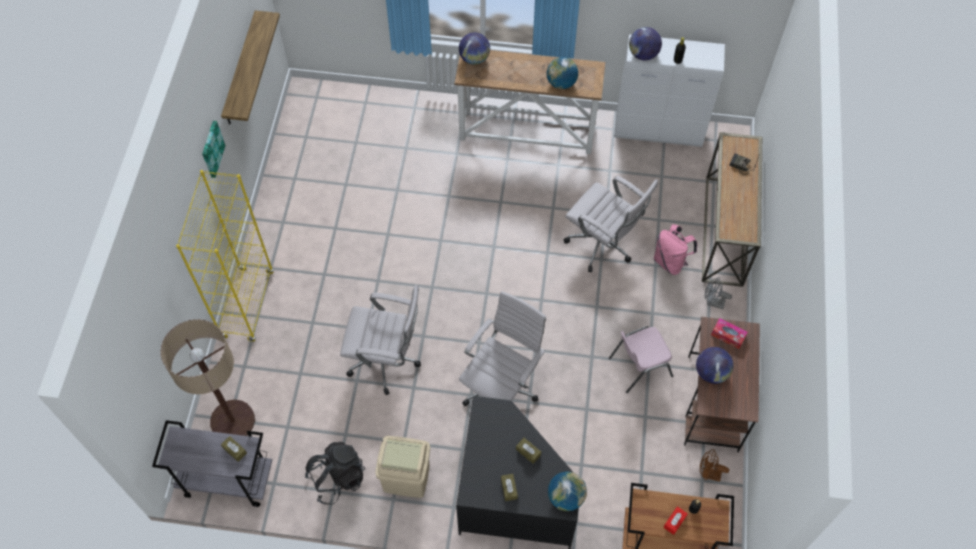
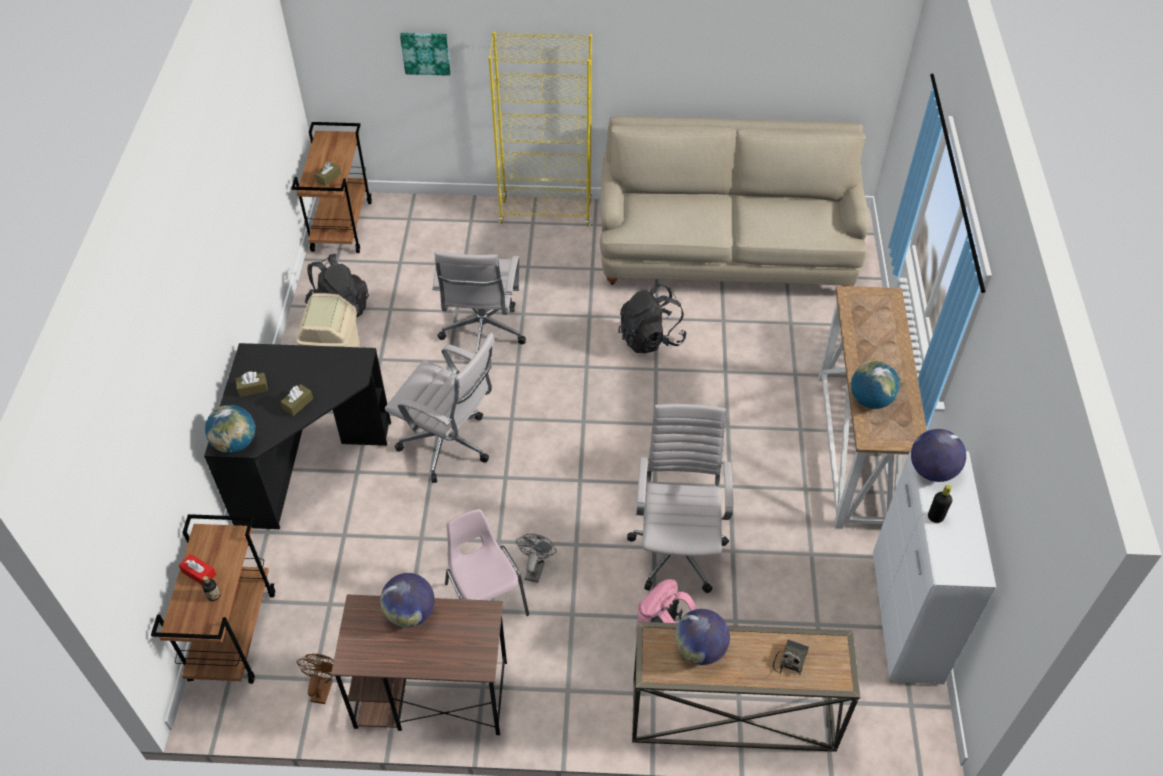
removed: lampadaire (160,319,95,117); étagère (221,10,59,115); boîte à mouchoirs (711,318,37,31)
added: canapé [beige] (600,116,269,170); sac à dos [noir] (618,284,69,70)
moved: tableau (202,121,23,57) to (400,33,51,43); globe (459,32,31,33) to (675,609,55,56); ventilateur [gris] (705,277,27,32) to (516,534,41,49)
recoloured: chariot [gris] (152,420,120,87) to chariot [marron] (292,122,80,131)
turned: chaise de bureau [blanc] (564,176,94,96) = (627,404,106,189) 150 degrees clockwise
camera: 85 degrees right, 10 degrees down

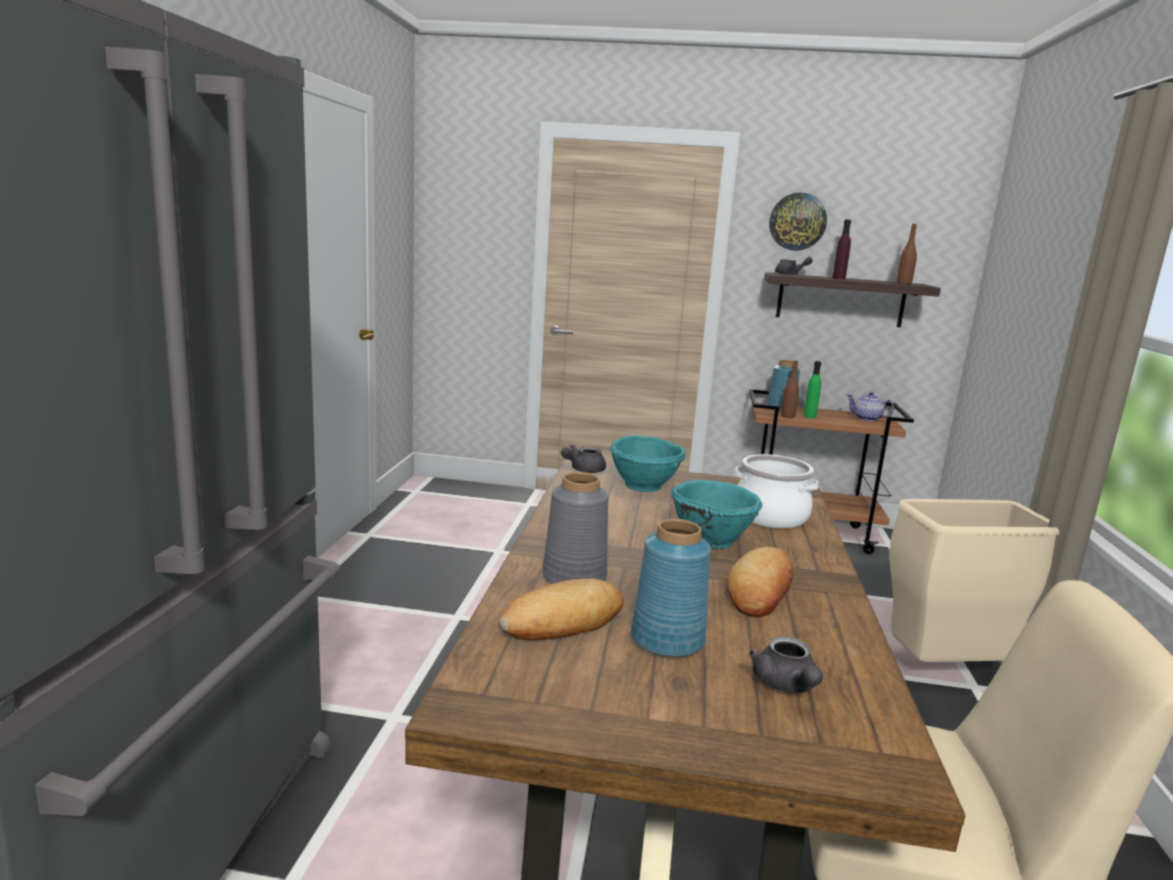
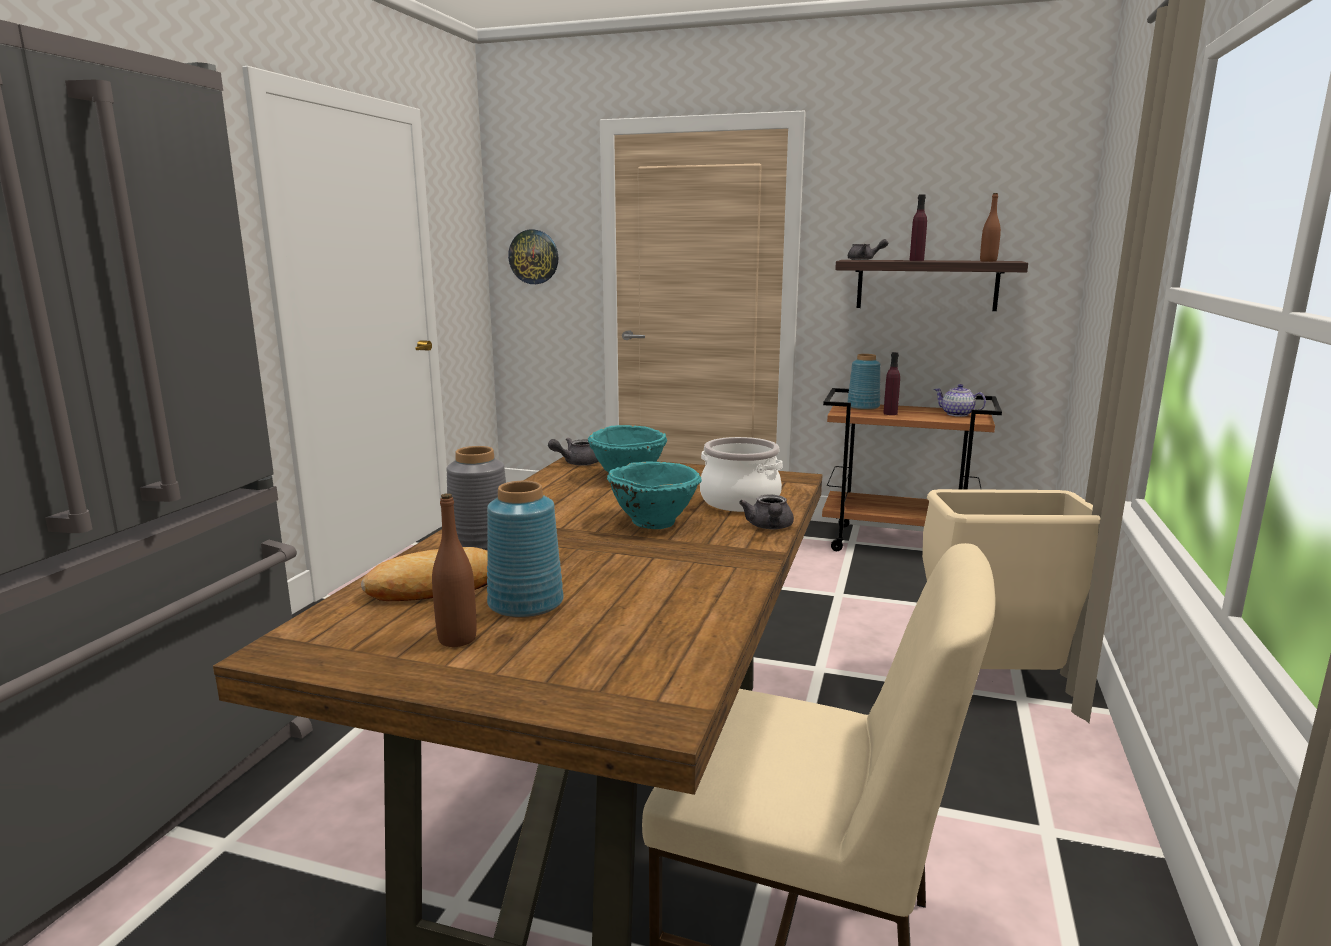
removed: pain (727,547,66,70)
moved: théière [gris] (749,636,74,57) to (739,494,55,35); horloge murale (769,193,58,58) to (508,230,50,54); bouteille [marron] (781,361,18,57) to (432,493,45,154)
recoloured: bouteille [vert] (803,361,18,57) to bouteille [violet] (883,352,17,63)
camera: 10 degrees right, 0 degrees up

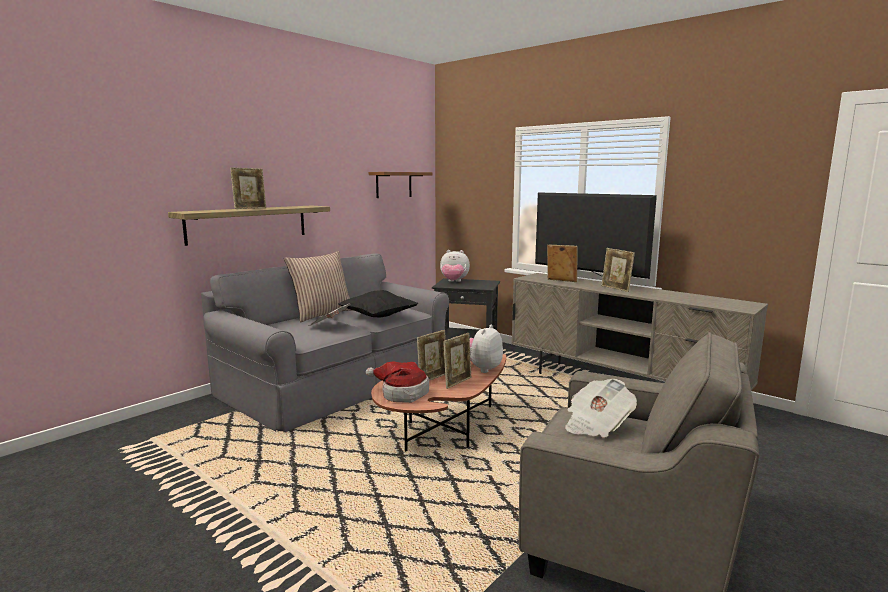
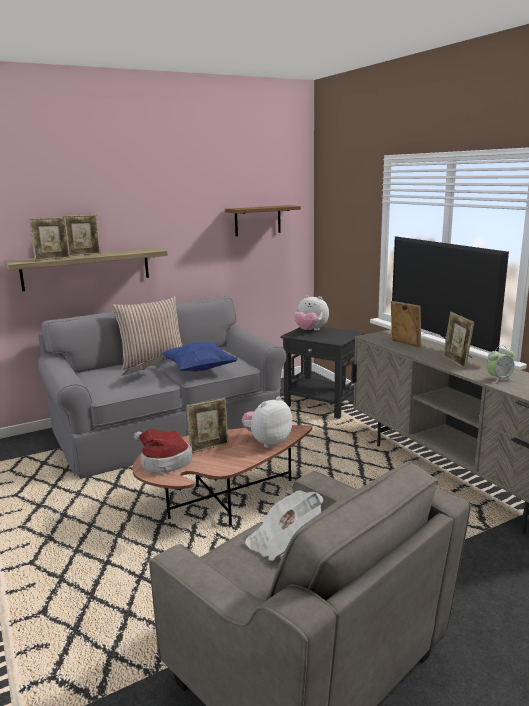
added: réveil (487,346,28,37)
moved: cadre photo (443,333,28,56) to (29,217,41,44)
recoloured: coussin [noir] (338,290,80,28) to coussin [bleu] (161,342,77,30)
camera: 20 degrees right, 5 degrees up

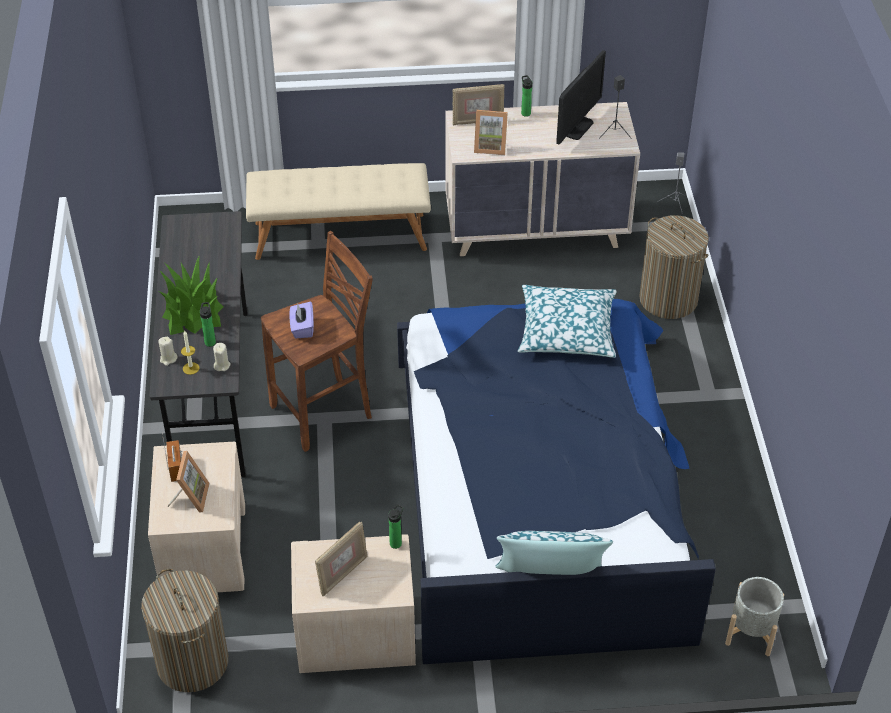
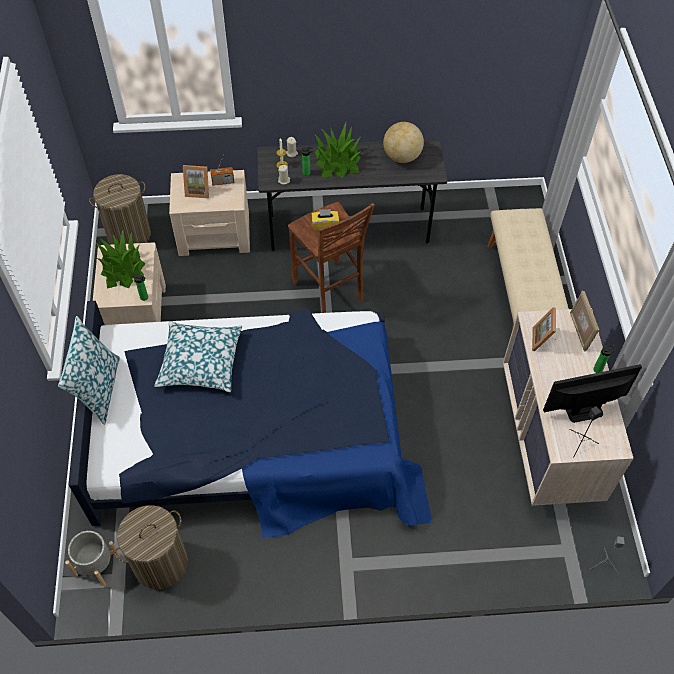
added: globe (383,122,41,41)
moved: coussin (518,285,99,73) to (154,321,88,71); panier à linge (639,215,70,104) to (115,505,73,84)
replaced: cadre photo (315,522,52,74) to plante en pot (96,230,50,59)
recoloured: boîte à mouchoirs [violet] (290,301,24,37) to boîte à mouchoirs [jaune] (312,209,27,22)
turned: écran d'ordinateur (556,50,50,94) = (543,364,99,59) 135 degrees clockwise
camera: 90 degrees right, 10 degrees up

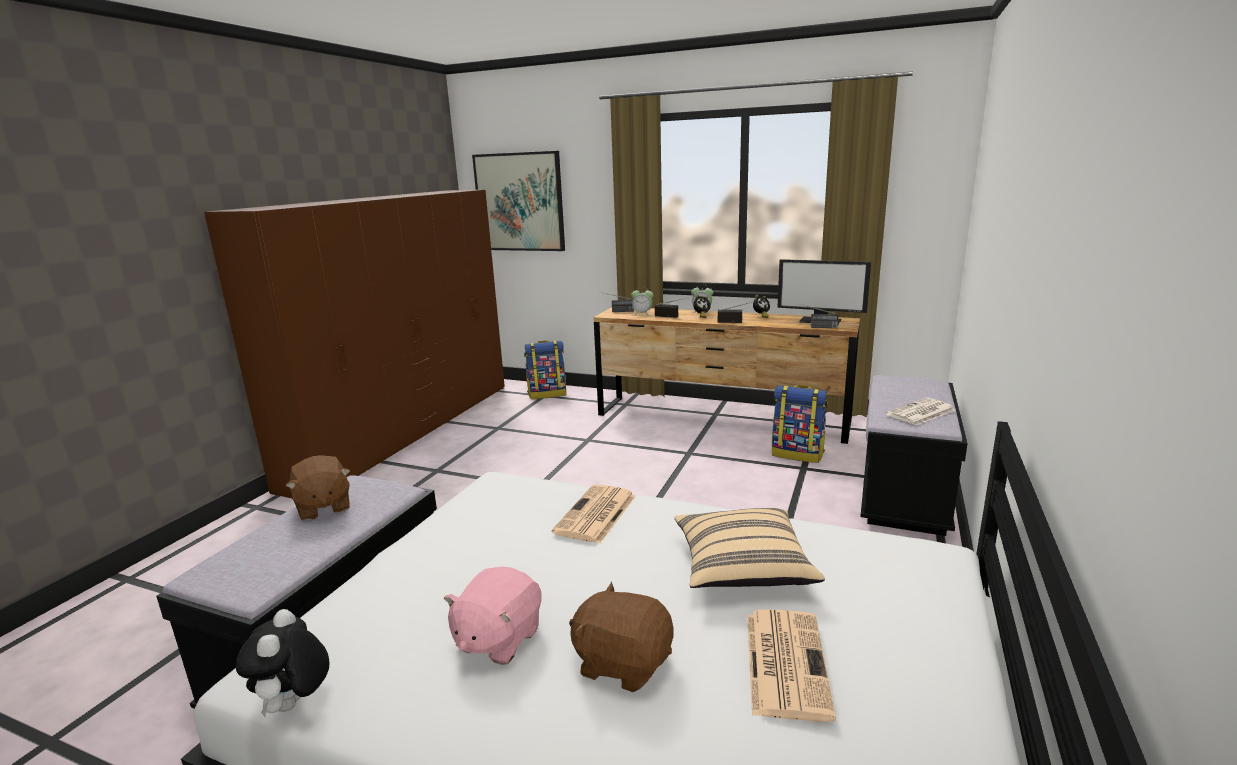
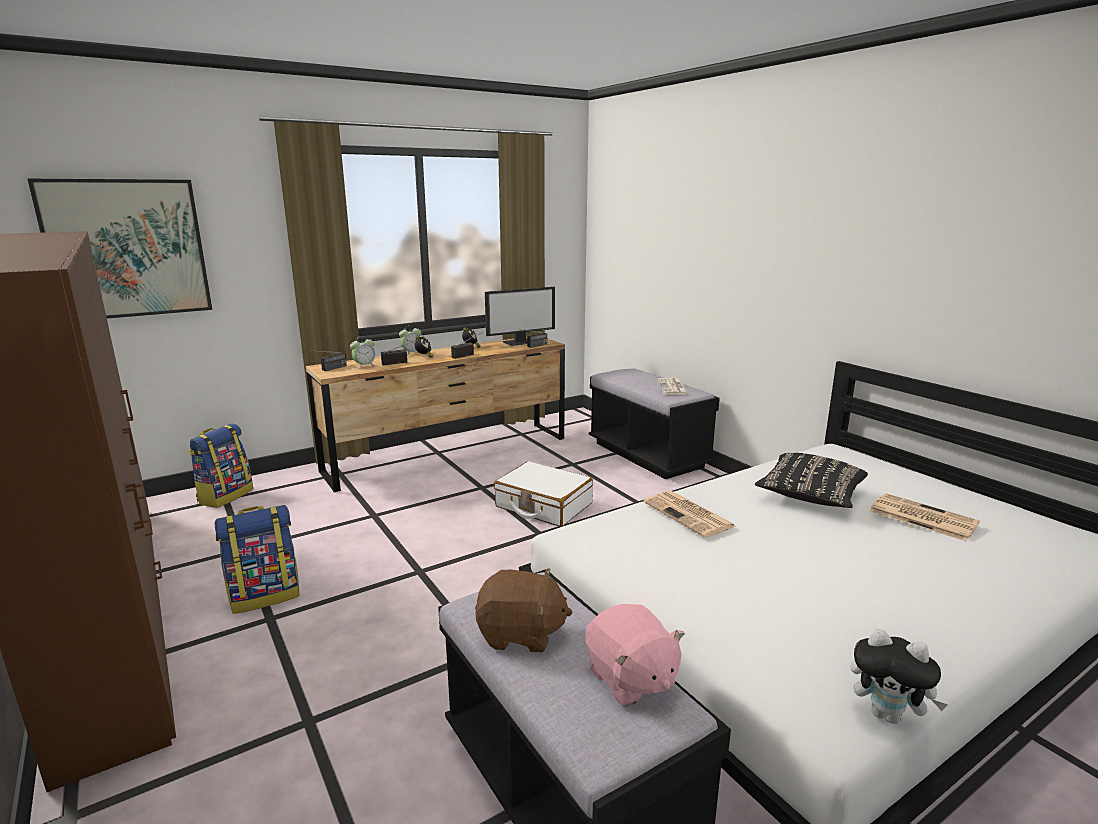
removed: peluche [marron] (569,582,105,110)
added: valise [blanc] (494,461,99,66)
moved: peluche [rose] (444,567,98,98) to (586,604,99,102); sac à dos (772,385,56,78) to (215,505,85,109)
recoloured: coussin [beige] (675,508,150,80) to coussin [noir] (755,453,113,55)
camera: 55 degrees left, 0 degrees up

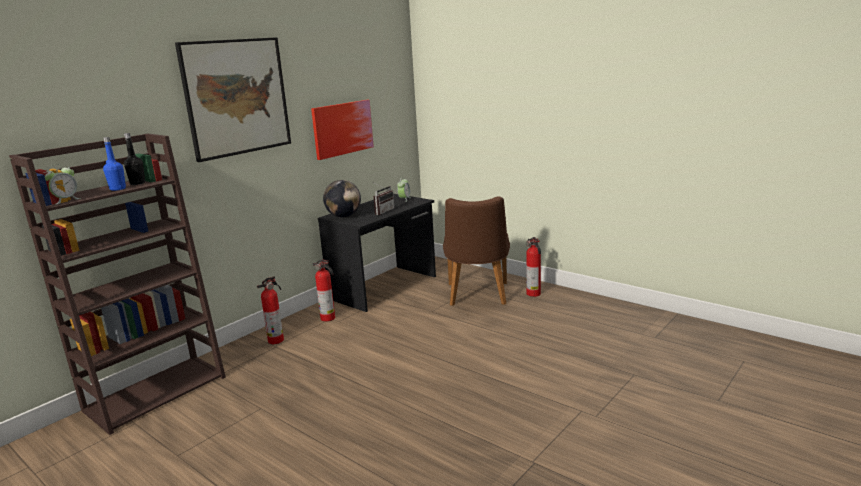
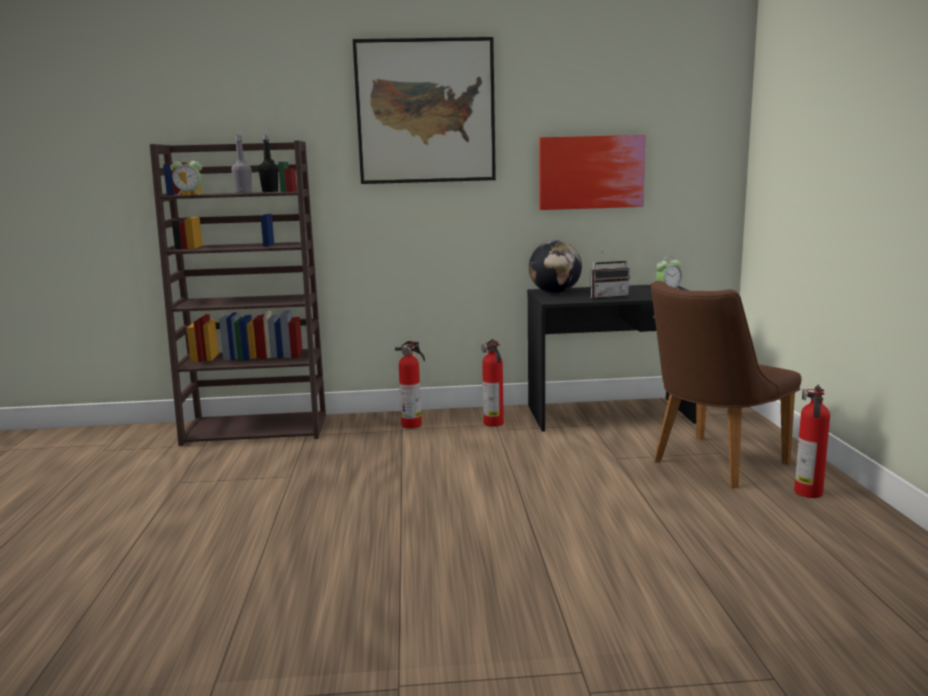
recoloured: bouteille [bleu] (103,137,23,54) to bouteille [gris] (231,135,21,58)
camera: 45 degrees right, 5 degrees down

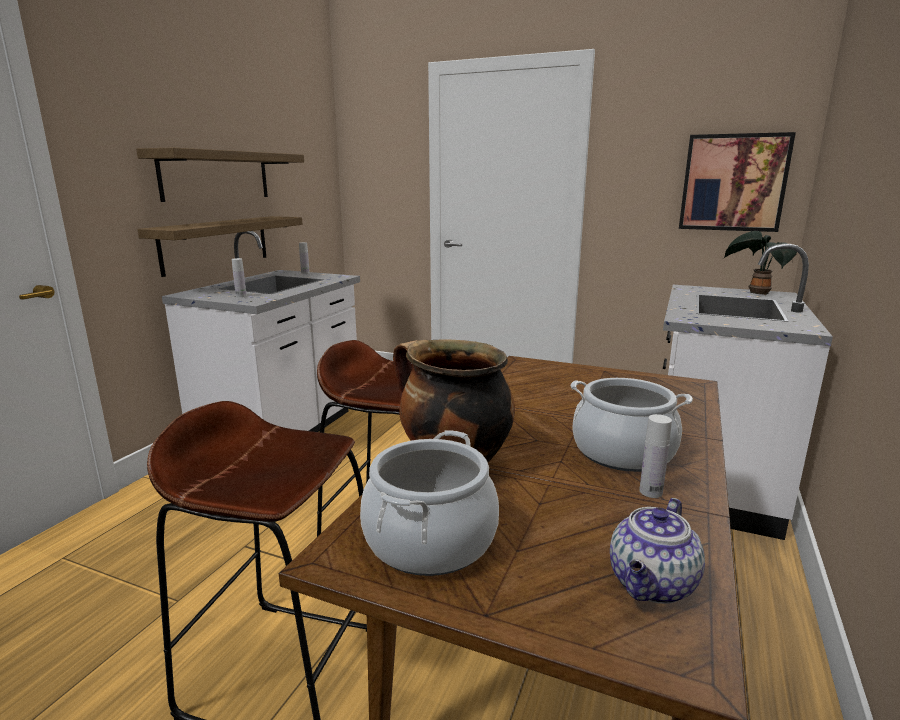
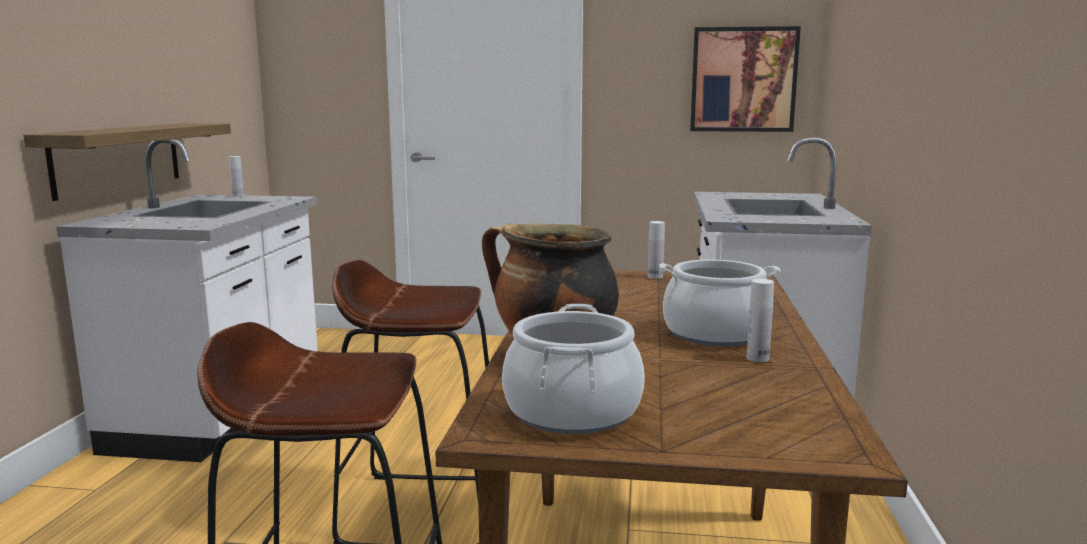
removed: étagère (136,148,168,54); théière (610,498,95,106); plante en pot (723,231,74,64)
moved: bouteille [blanc] (232,258,15,39) to (648,221,17,58)
camera: 15 degrees left, 5 degrees down

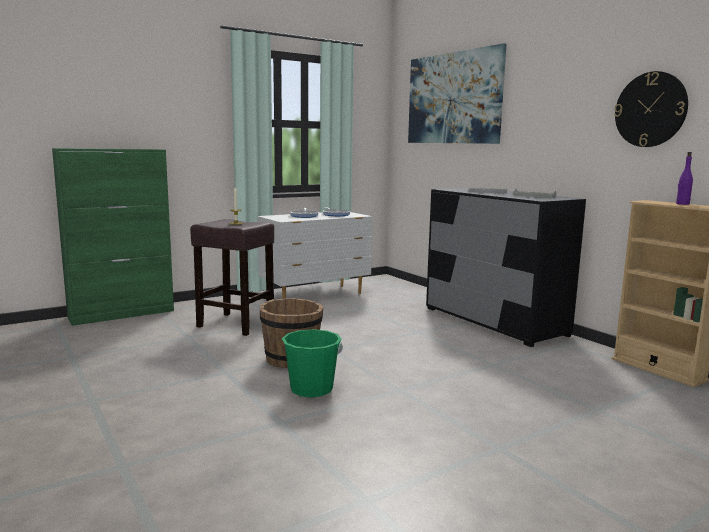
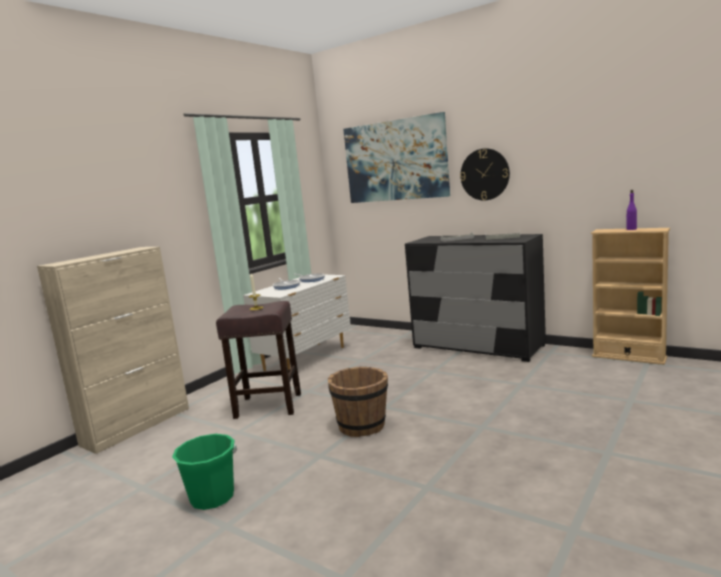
moved: seau [vert] (282,329,61,69) to (172,434,65,76); horloge murale (614,71,74,76) to (460,148,50,53)
recoloured: meuble de rangement [vert] (52,148,122,178) to meuble de rangement [beige] (37,247,152,207)
camera: 20 degrees left, 0 degrees up

